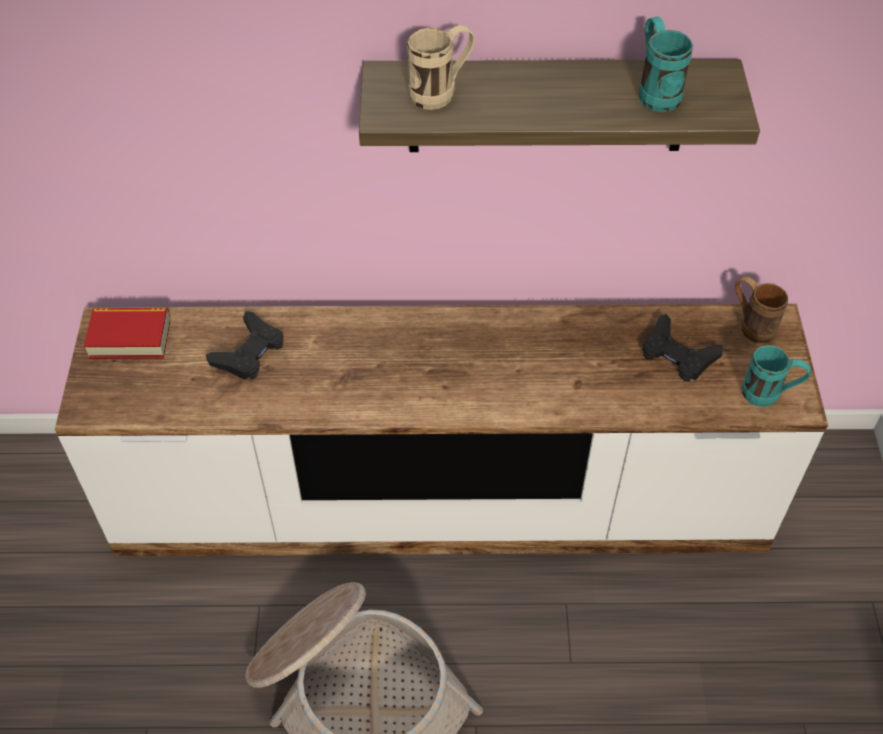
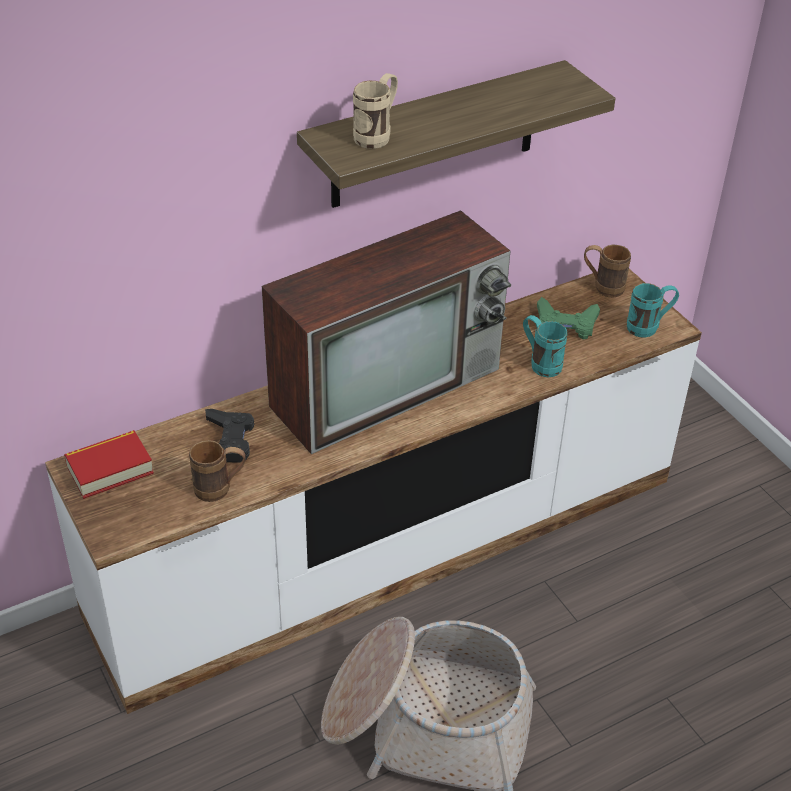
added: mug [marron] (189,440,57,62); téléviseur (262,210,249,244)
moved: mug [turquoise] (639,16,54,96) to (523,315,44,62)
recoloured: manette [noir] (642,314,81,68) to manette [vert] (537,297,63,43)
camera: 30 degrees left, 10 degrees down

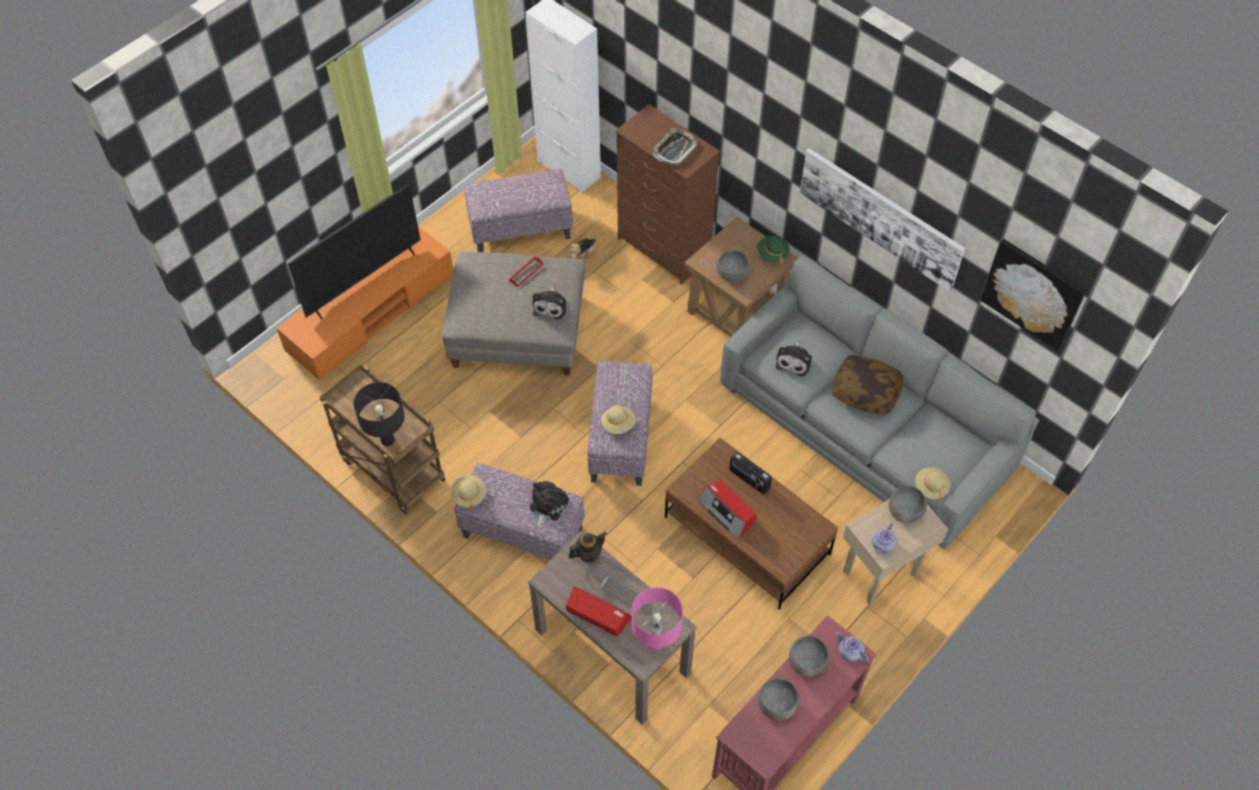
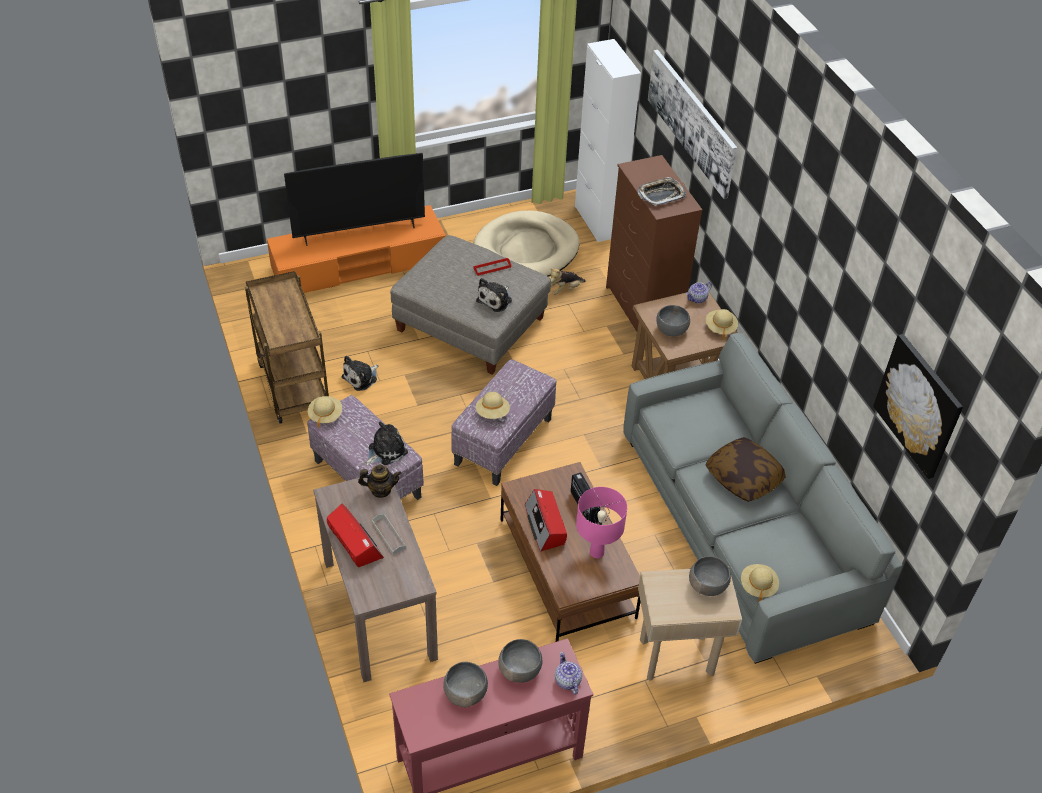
removed: lampe de table [noir] (353,382,52,64)
moved: lampe de table [rose] (631,588,52,63) to (576,487,51,71); peluche (776,341,36,35) to (341,356,37,35); tableau (800,148,165,144) to (648,50,89,149); théière (872,523,24,31) to (686,282,26,21)
replaced: pouf (465,169,108,83) to panier pour chien [beige] (473,210,107,67)
recoloured: chapeau [vert] (757,235,33,30) to chapeau [beige] (706,309,32,31)
camera: 25 degrees right, 10 degrees down

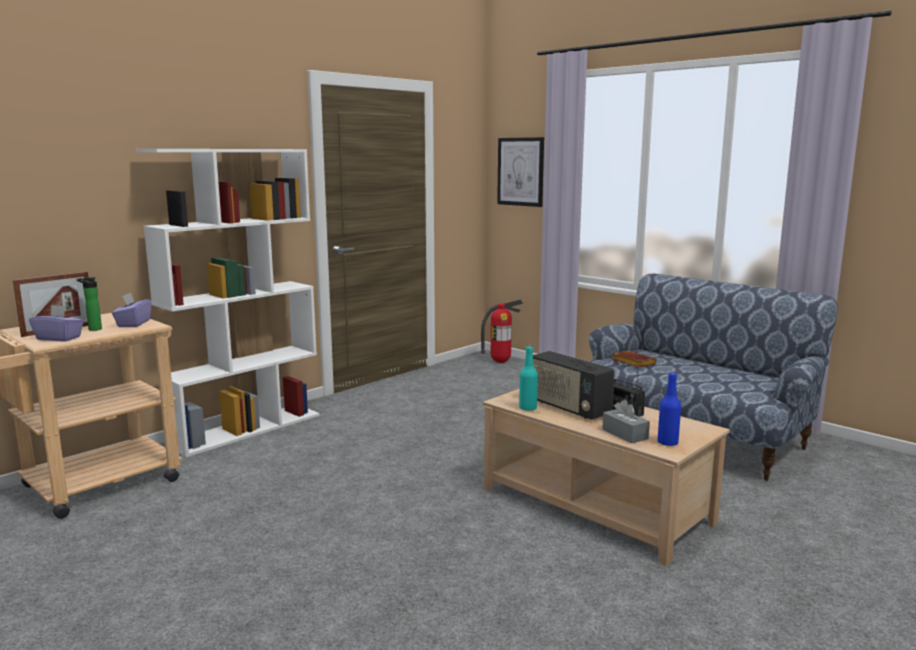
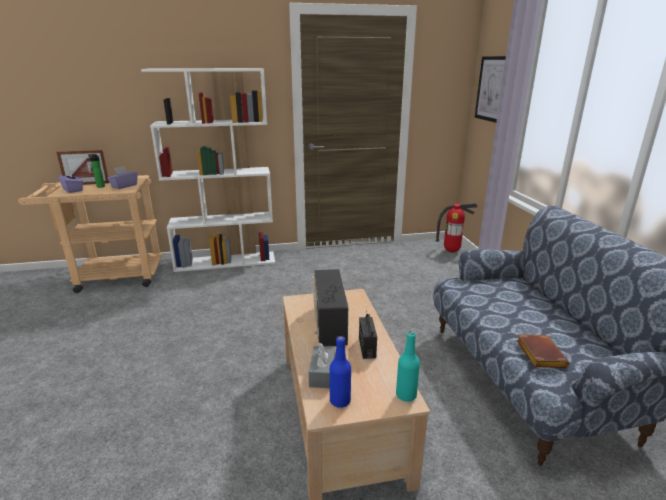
moved: bouteille [turquoise] (519,346,19,65) to (396,331,24,71); livre [marron] (612,351,45,16) to (516,334,54,34)
camera: 35 degrees right, 10 degrees up

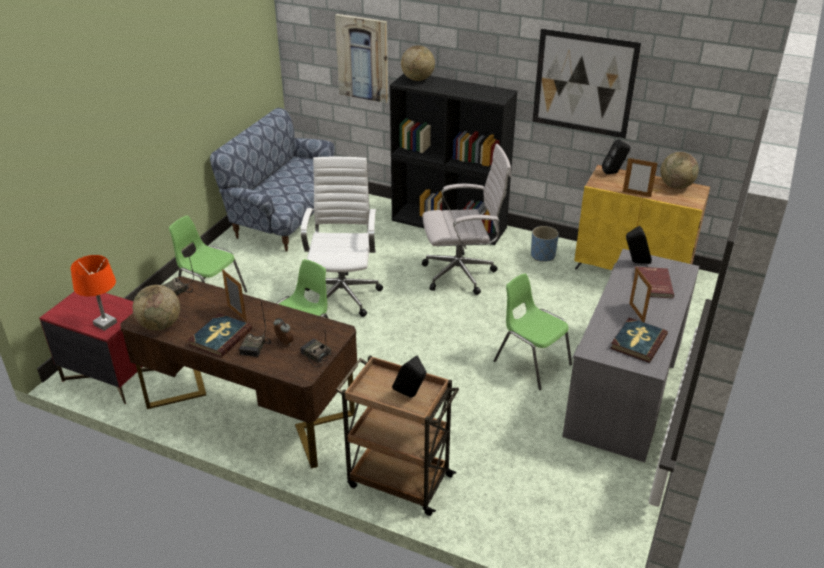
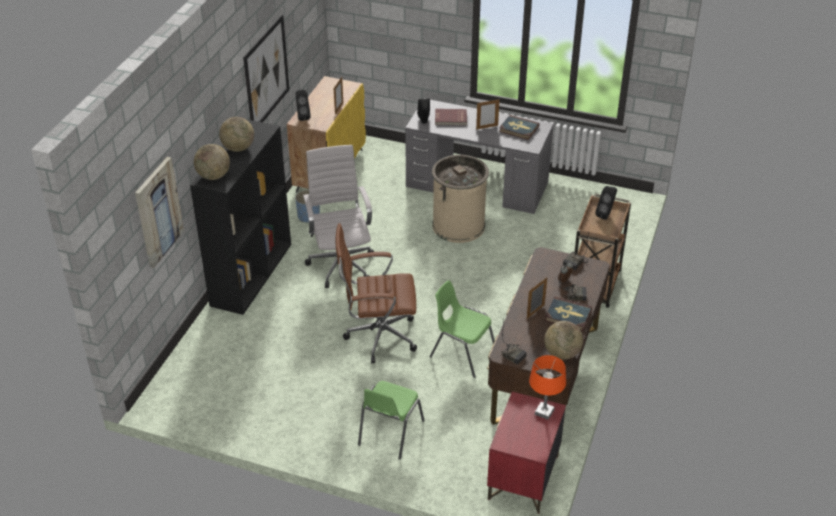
removed: canapé (210,108,125,144)
moved: globe (660,152,39,37) to (219,117,35,35)
replaced: chaise [vert] (493,273,79,117) to poubelle [beige] (432,155,57,88)
recoloured: chaise de bureau [blanc] (300,157,83,160) to chaise de bureau [marron] (336,223,81,140)
camera: 95 degrees left, 5 degrees up

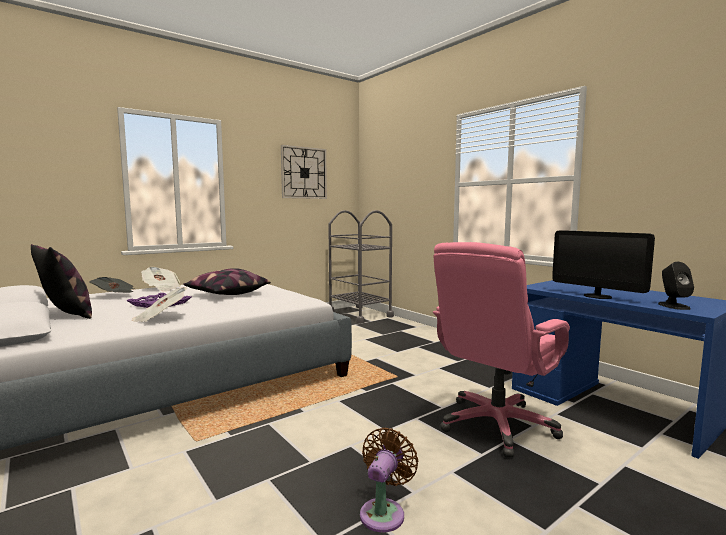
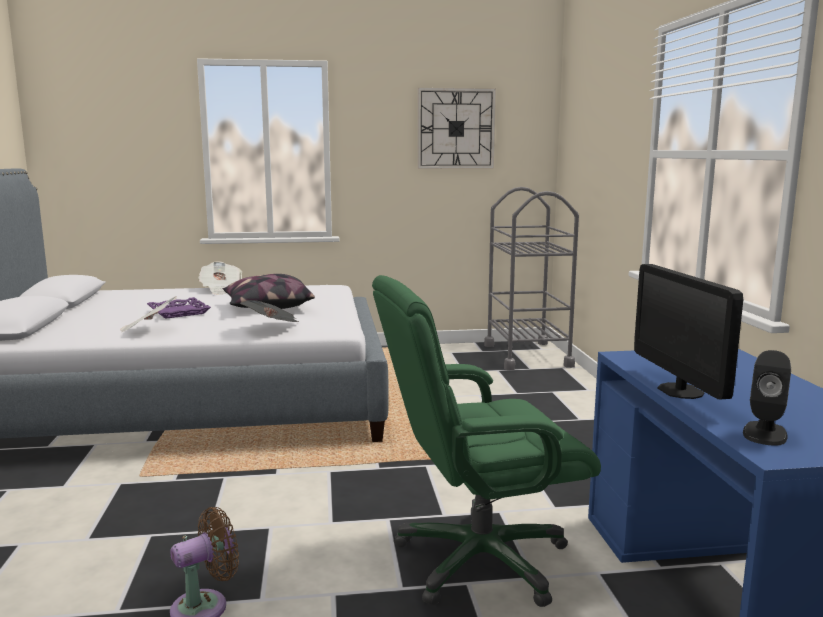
removed: coussin (31,244,61,75)
moved: journal (89,277,45,16) to (240,300,59,22)
recoloured: chaise de bureau [rose] (433,242,137,216) to chaise de bureau [vert] (372,275,229,332)
camera: 30 degrees right, 5 degrees up

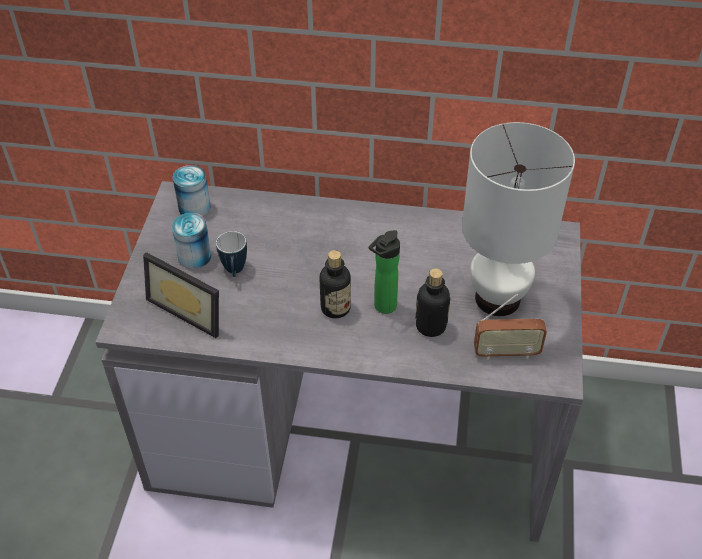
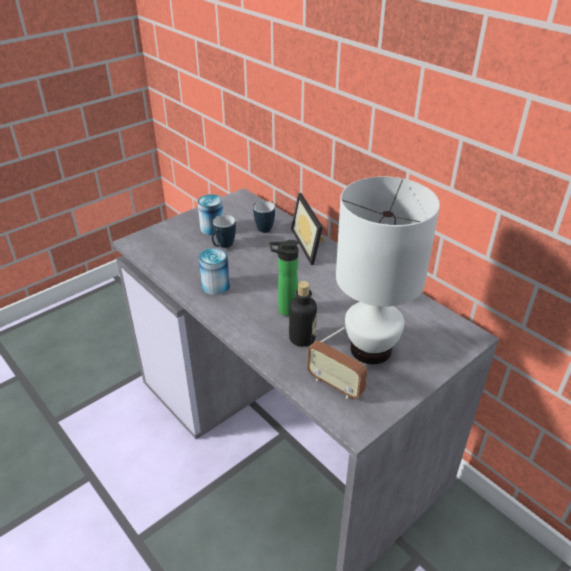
removed: bouteille (320,250,31,68)
added: mug (253,201,22,32)
moved: cadre photo (143,252,76,86) to (291,193,34,72); boîte métallique (173,165,38,51) to (199,248,31,47)
camera: 40 degrees right, 10 degrees down

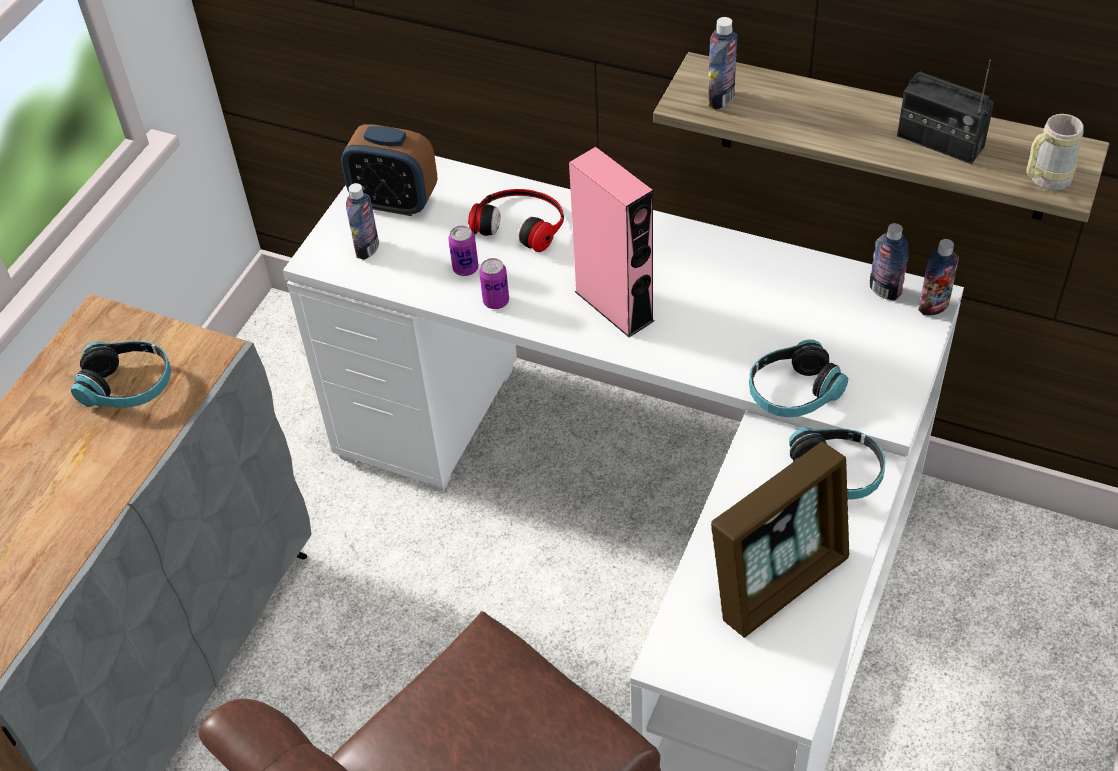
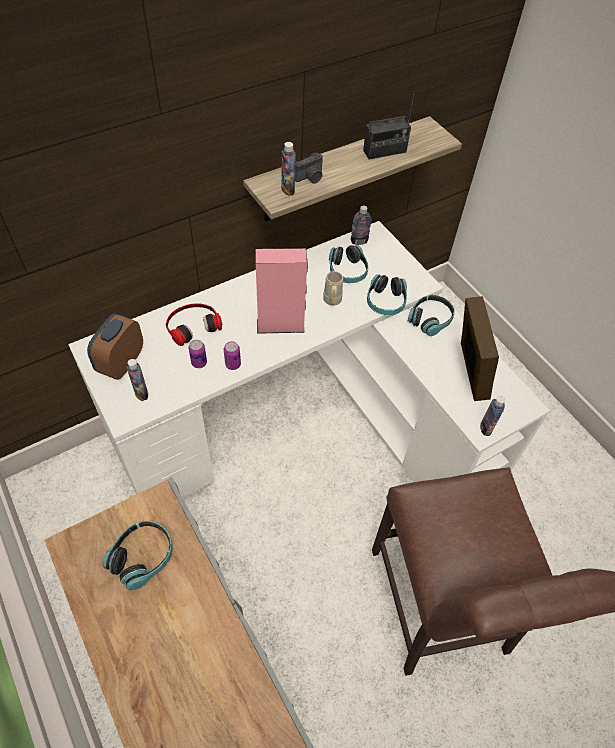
added: appareil photo (295,153,28,31); casque audio (329,245,39,38)
moved: bouteille (918,239,41,77) to (480,396,25,40); mug [beige] (1027,114,57,76) to (323,271,20,35)
turned: réveil (341,124,96,92) = (87,314,56,66) 150 degrees clockwise
camera: 60 degrees left, 5 degrees up

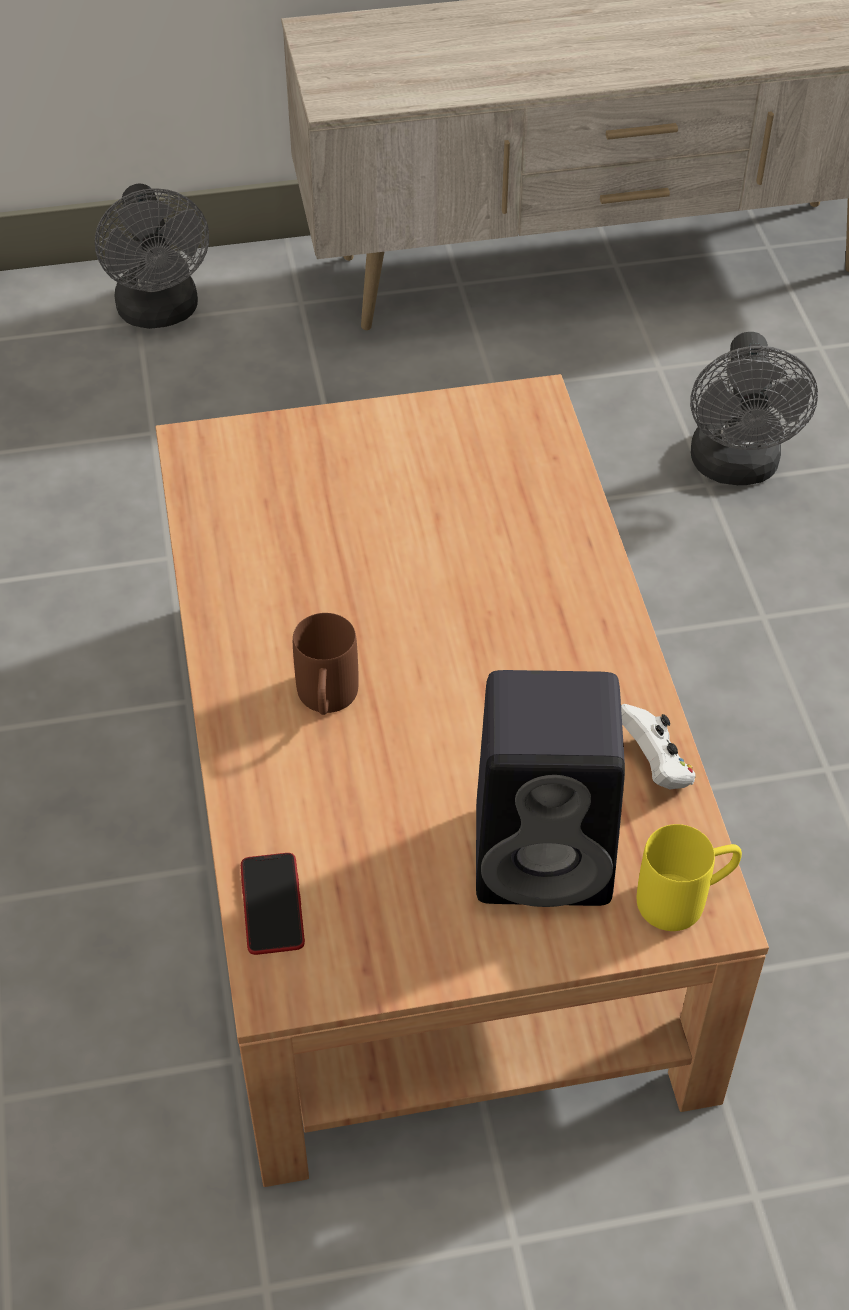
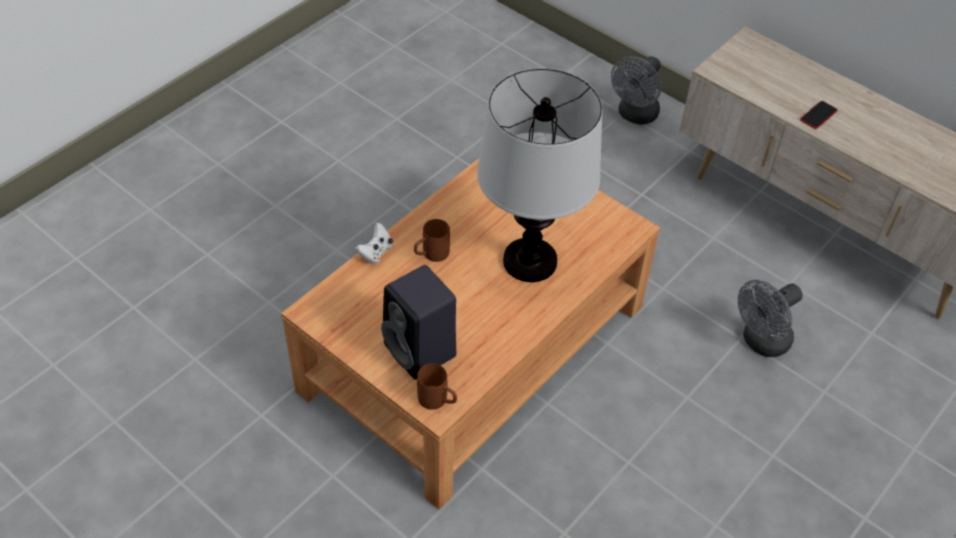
added: lampe de table (477,69,126,213)
moved: téléphone (241,853,64,102) to (800,101,37,28); manette [blanc] (621,704,75,85) to (355,223,38,41)
recoloured: mug [jaune] (637,824,105,107) to mug [marron] (417,363,40,47)
camera: 50 degrees right, 0 degrees up

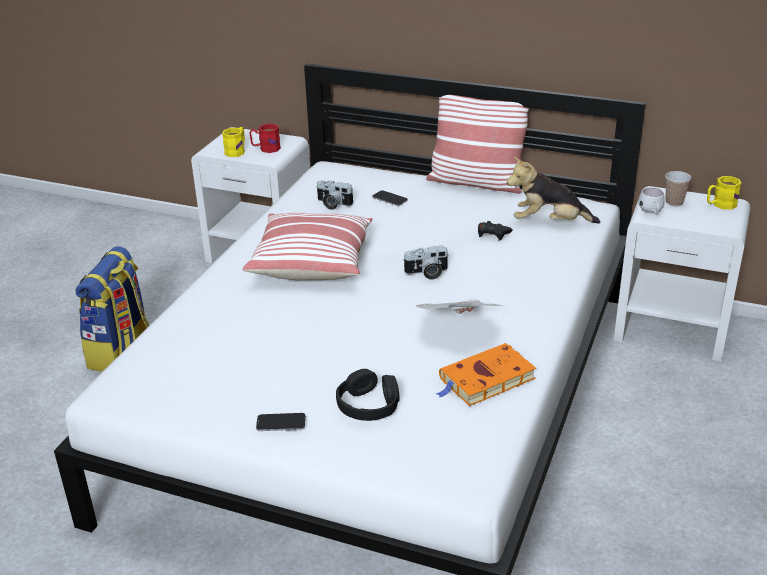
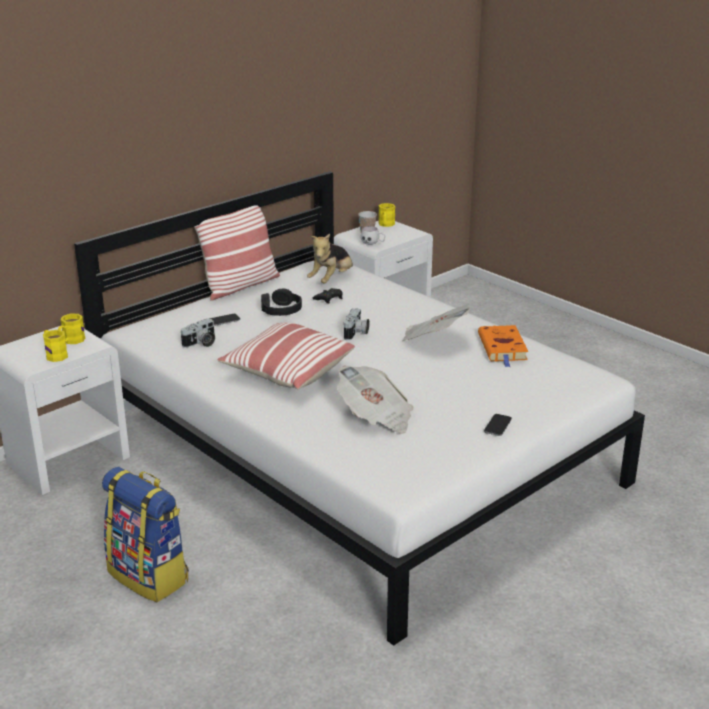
added: journal (337,366,76,68)
moved: casque audio [noir] (336,369,63,52) to (261,288,41,28)
recoloured: mug [rouge] (249,123,32,30) to mug [jaune] (58,314,27,30)
camera: 65 degrees left, 5 degrees down

